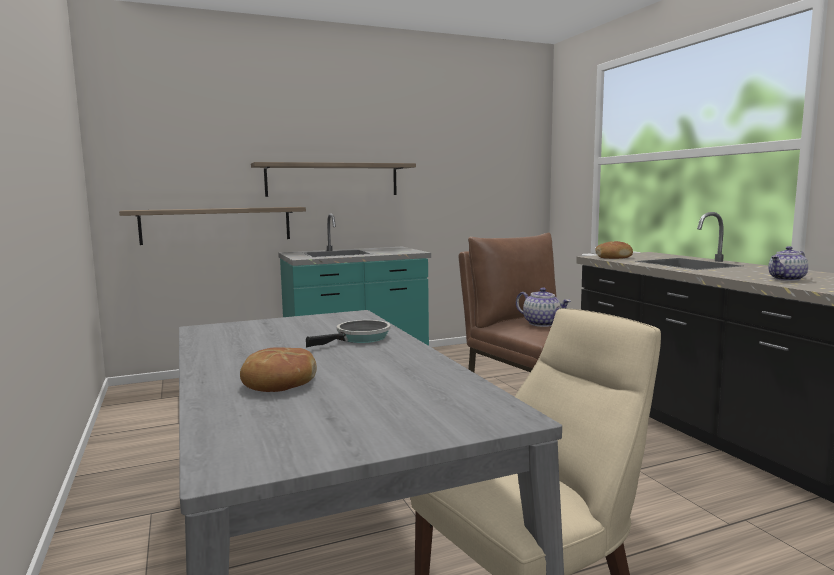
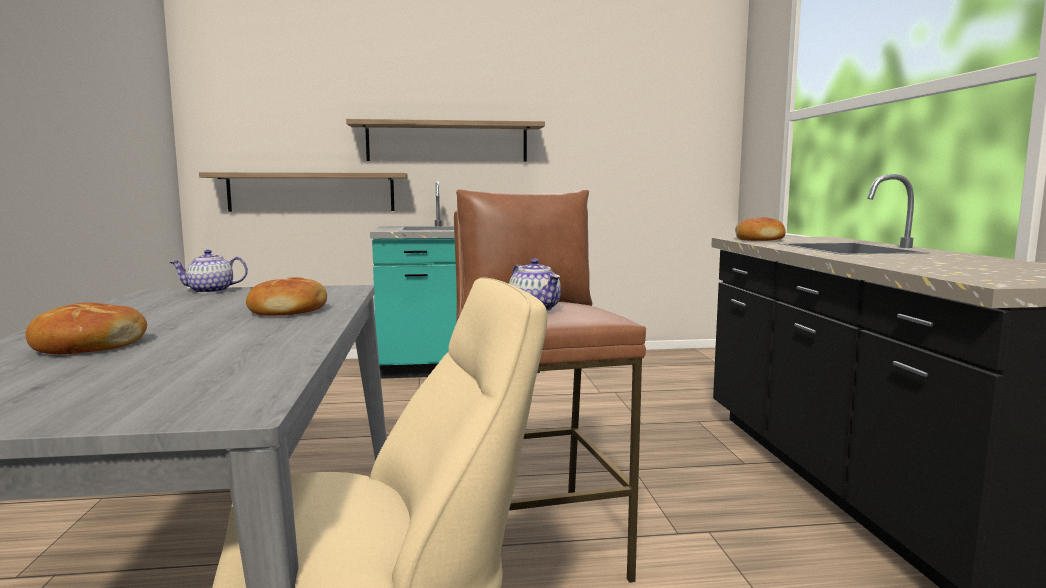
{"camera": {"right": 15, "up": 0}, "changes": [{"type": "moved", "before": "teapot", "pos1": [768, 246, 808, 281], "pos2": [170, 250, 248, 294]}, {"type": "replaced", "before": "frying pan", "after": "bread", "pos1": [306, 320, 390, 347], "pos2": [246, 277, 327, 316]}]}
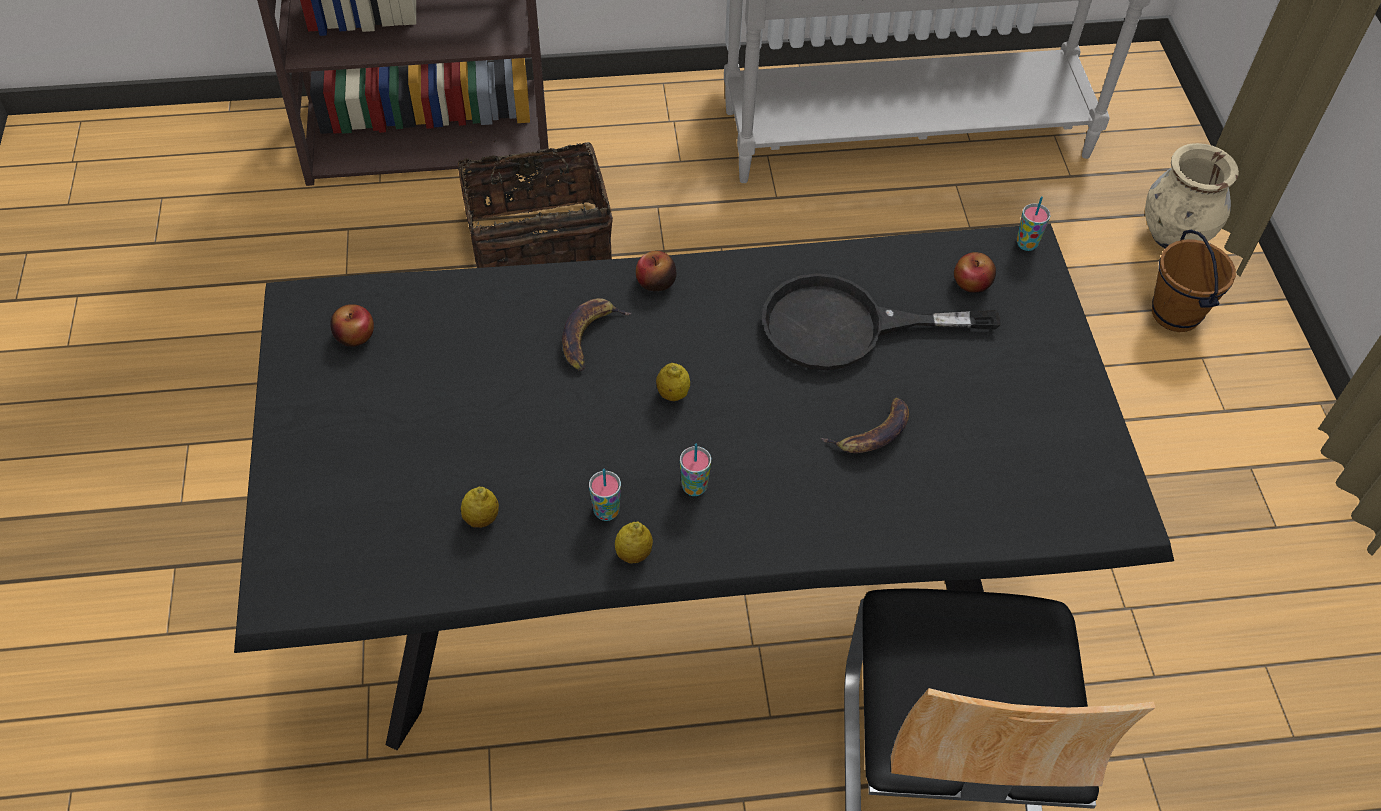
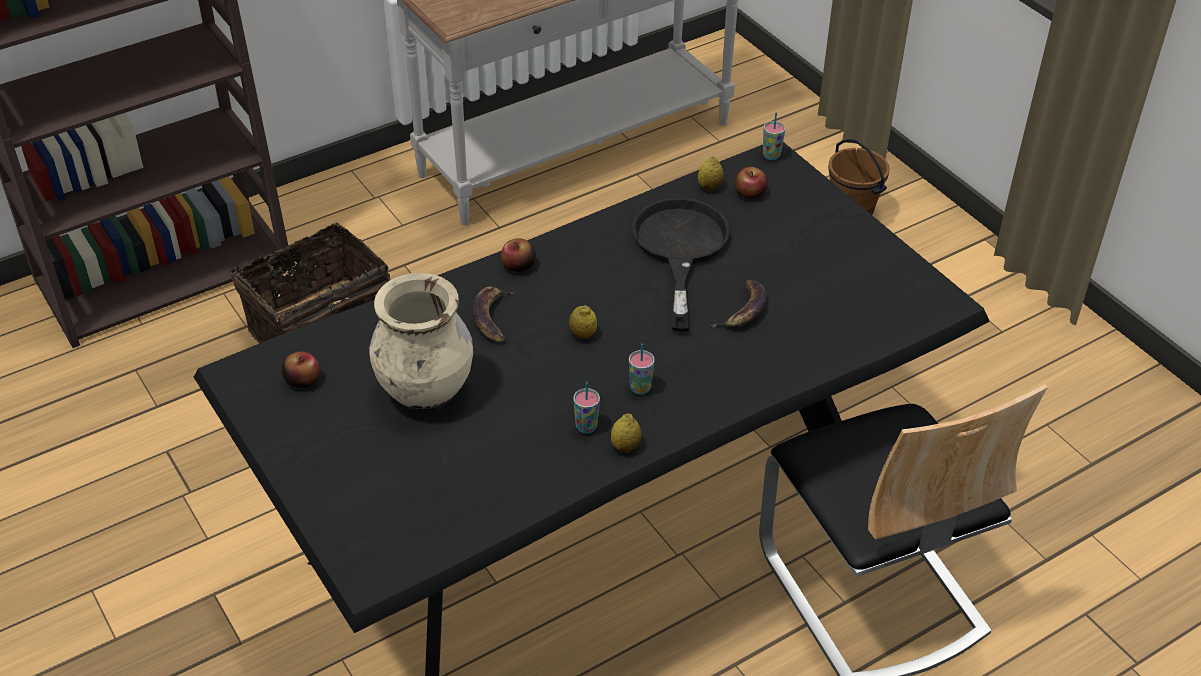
{"camera": {"right": -25, "up": -10}, "changes": [{"type": "moved", "before": "lemon", "pos1": [461, 487, 499, 528], "pos2": [698, 156, 724, 191]}, {"type": "moved", "before": "vase (beige)", "pos1": [1145, 143, 1239, 248], "pos2": [369, 273, 473, 411]}, {"type": "turned", "before": "frying pan (black)", "pos1": [762, 273, 1000, 370], "pos2": [632, 198, 730, 332], "turn": 120}]}
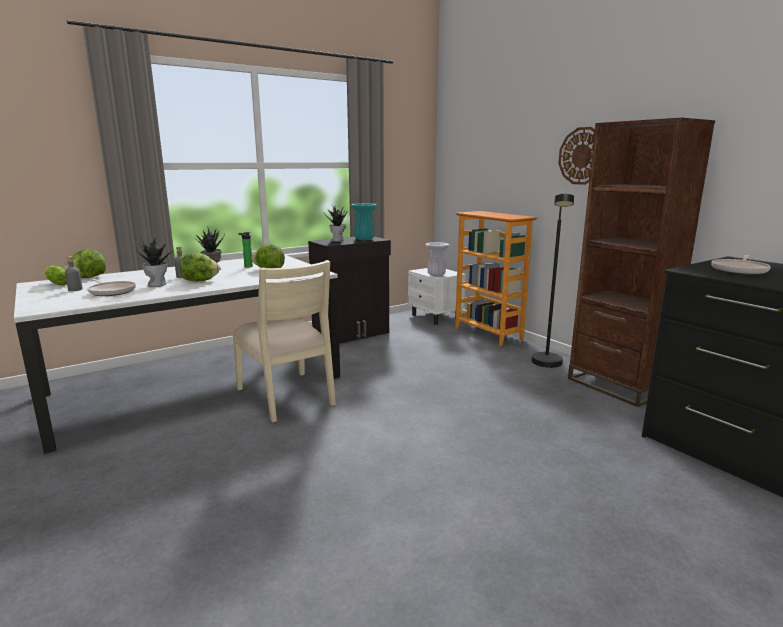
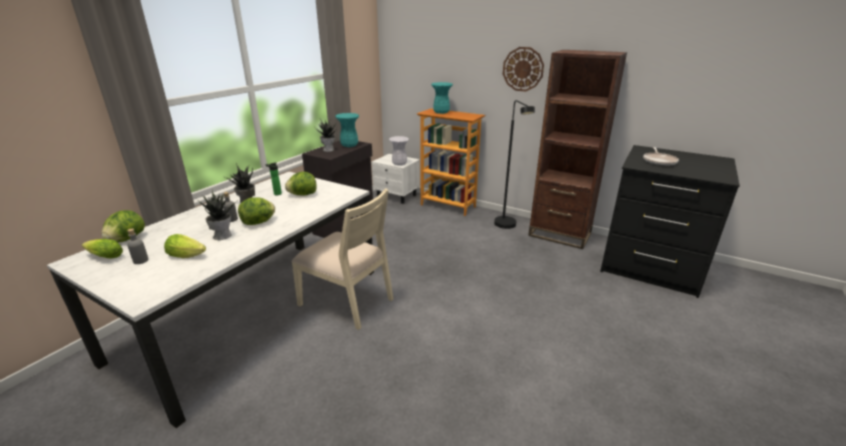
{"camera": {"right": -25, "up": 10}, "changes": [{"type": "added", "after": "vase (turquoise)", "pos2": [431, 82, 453, 114]}, {"type": "replaced", "before": "frying pan", "after": "lettuce", "pos1": [87, 279, 136, 296], "pos2": [164, 234, 206, 258]}]}
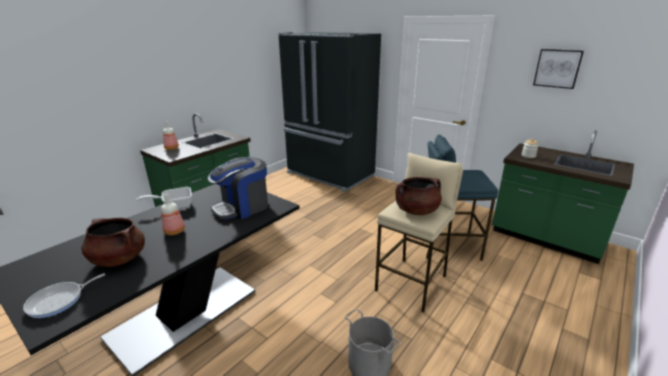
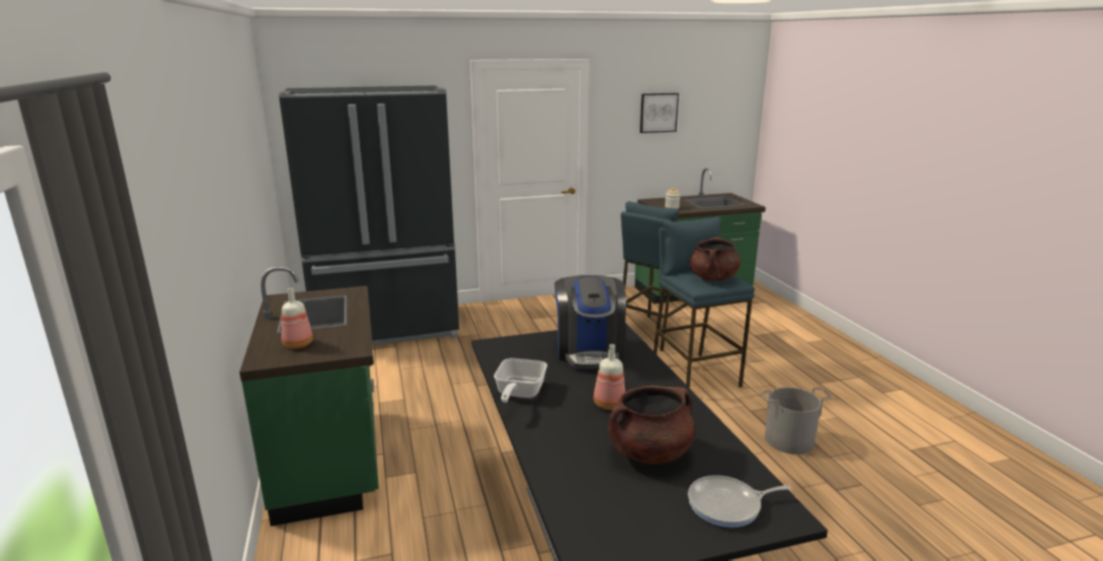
{"camera": {"right": -55, "up": -5}, "changes": [{"type": "recoloured", "before": "stool (beige)", "after": "stool (blue)", "pos1": [375, 153, 463, 313], "pos2": [654, 216, 755, 388]}, {"type": "turned", "before": "frying pan", "pos1": [23, 273, 105, 318], "pos2": [688, 475, 791, 527], "turn": 90}]}
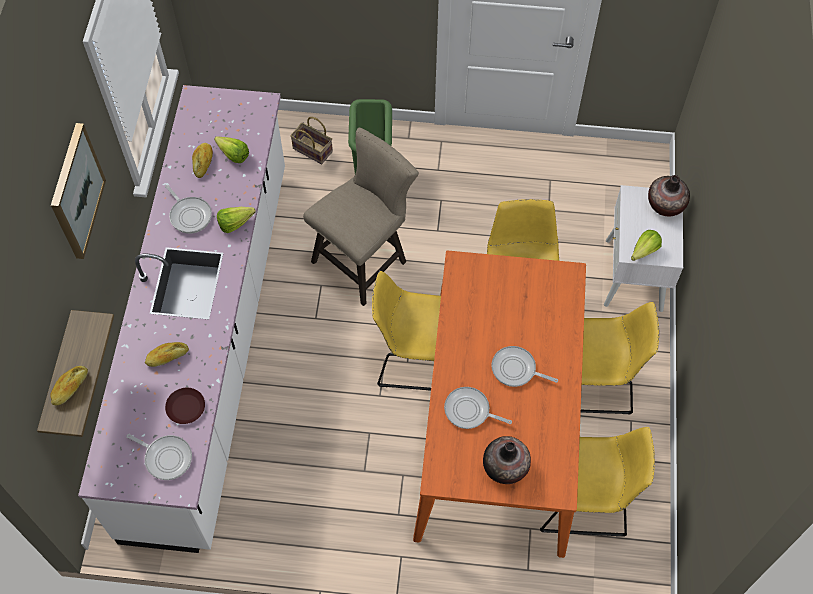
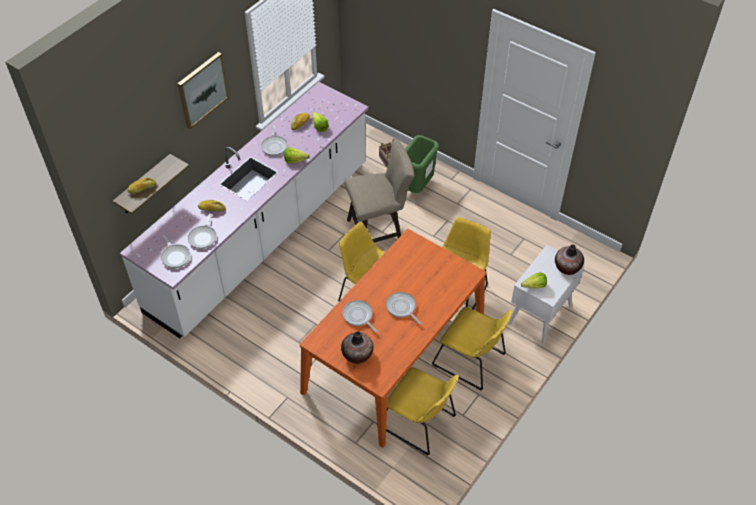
{"camera": {"right": 30, "up": -10}, "changes": [{"type": "replaced", "before": "plate (brown)", "after": "frying pan", "pos1": [165, 388, 205, 424], "pos2": [188, 214, 217, 249]}]}
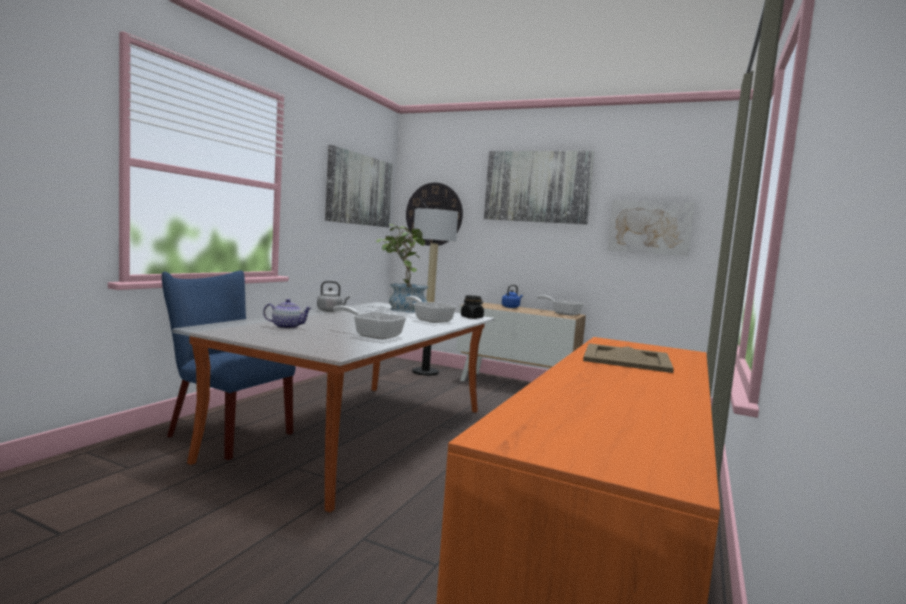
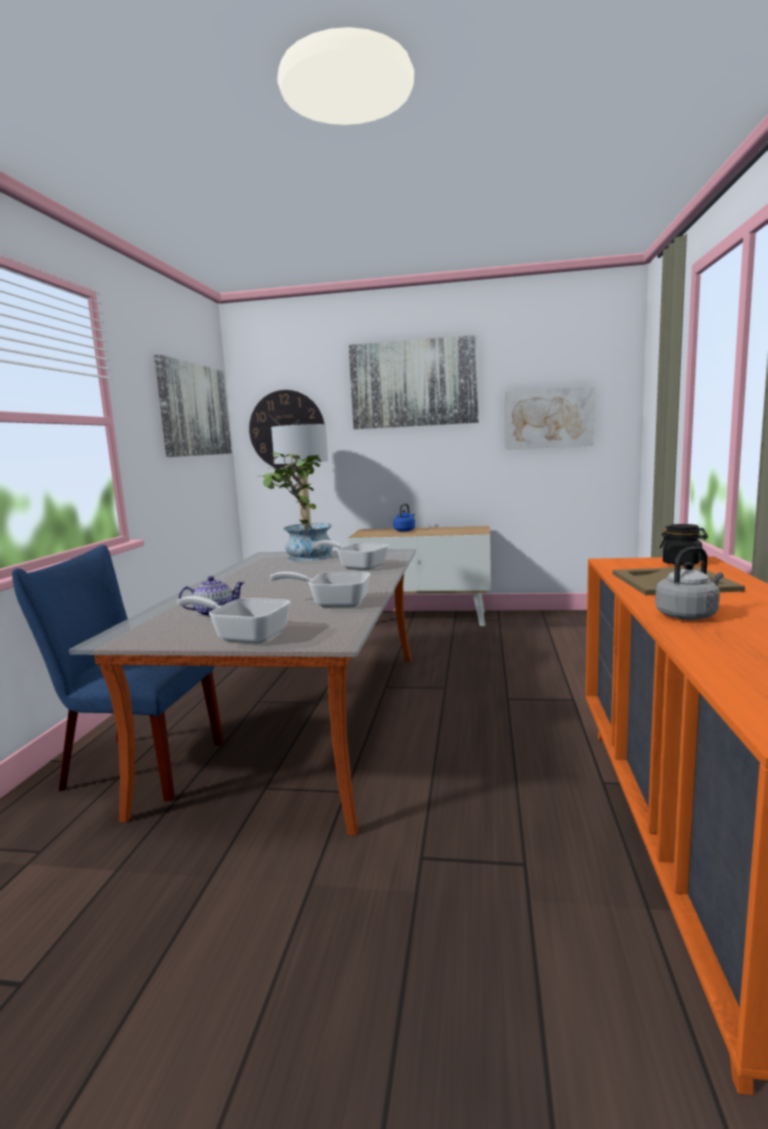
{"camera": {"right": -15, "up": 5}, "changes": [{"type": "moved", "before": "kettle (grey)", "pos1": [317, 281, 350, 312], "pos2": [655, 547, 723, 620]}, {"type": "moved", "before": "jar (black)", "pos1": [461, 295, 484, 319], "pos2": [660, 524, 708, 565]}, {"type": "moved", "before": "frying pan", "pos1": [537, 295, 584, 316], "pos2": [177, 596, 290, 644]}]}
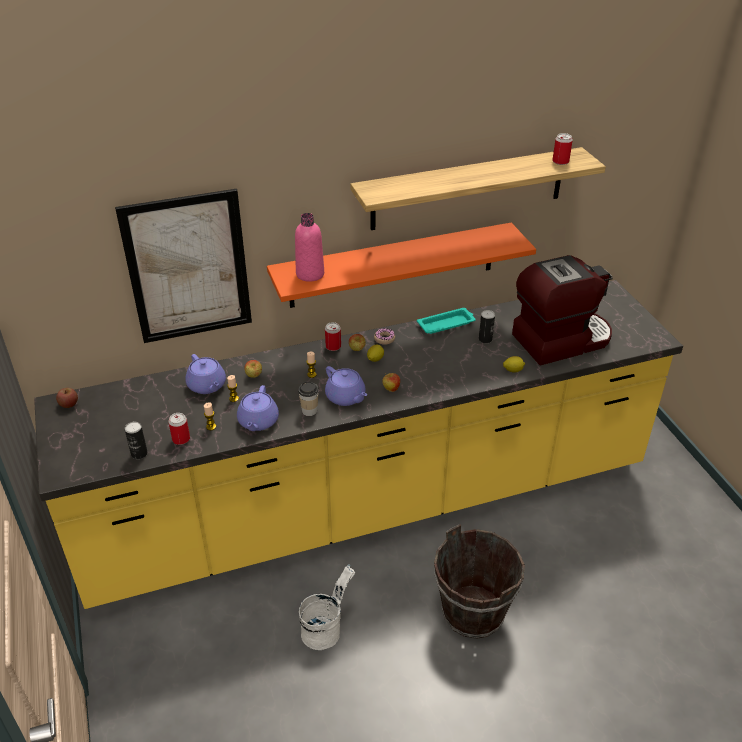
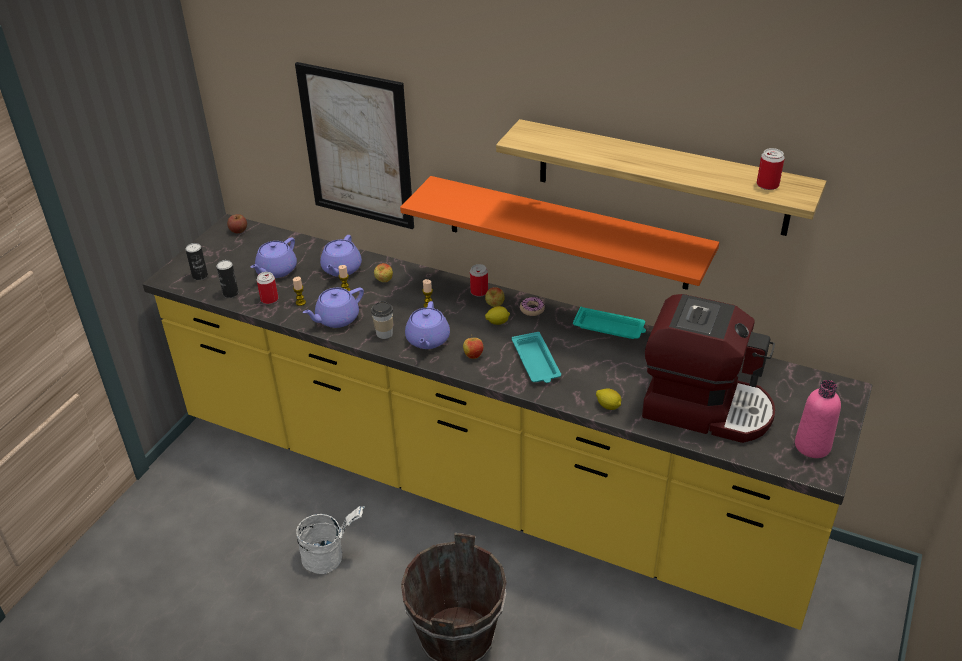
{"camera": {"right": 45, "up": 0}, "changes": [{"type": "added", "after": "teapot (purple)", "pos2": [251, 238, 297, 278]}, {"type": "added", "after": "tray (turquoise)", "pos2": [512, 332, 561, 383]}, {"type": "moved", "before": "bottle (pink)", "pos1": [295, 213, 324, 282], "pos2": [795, 380, 841, 458]}, {"type": "moved", "before": "can", "pos1": [479, 310, 495, 343], "pos2": [185, 243, 208, 280]}]}
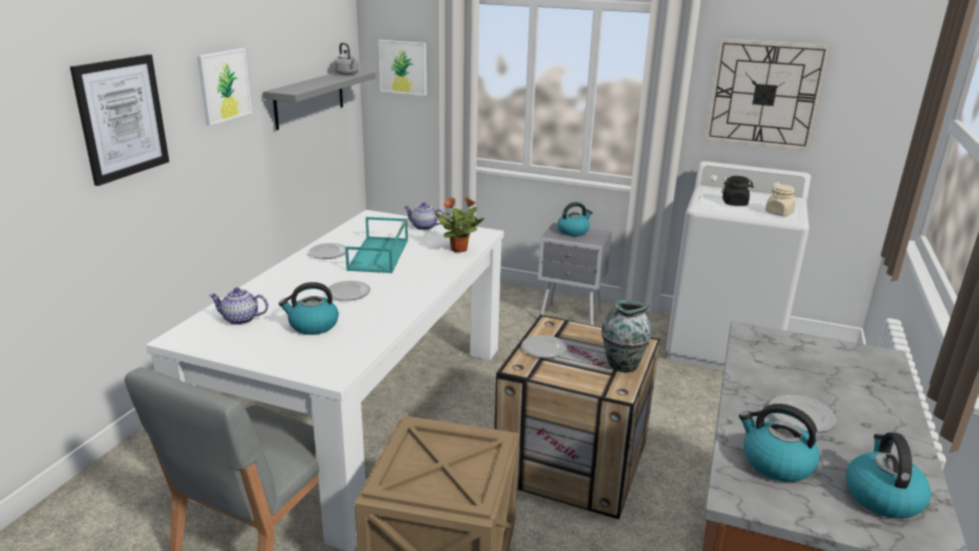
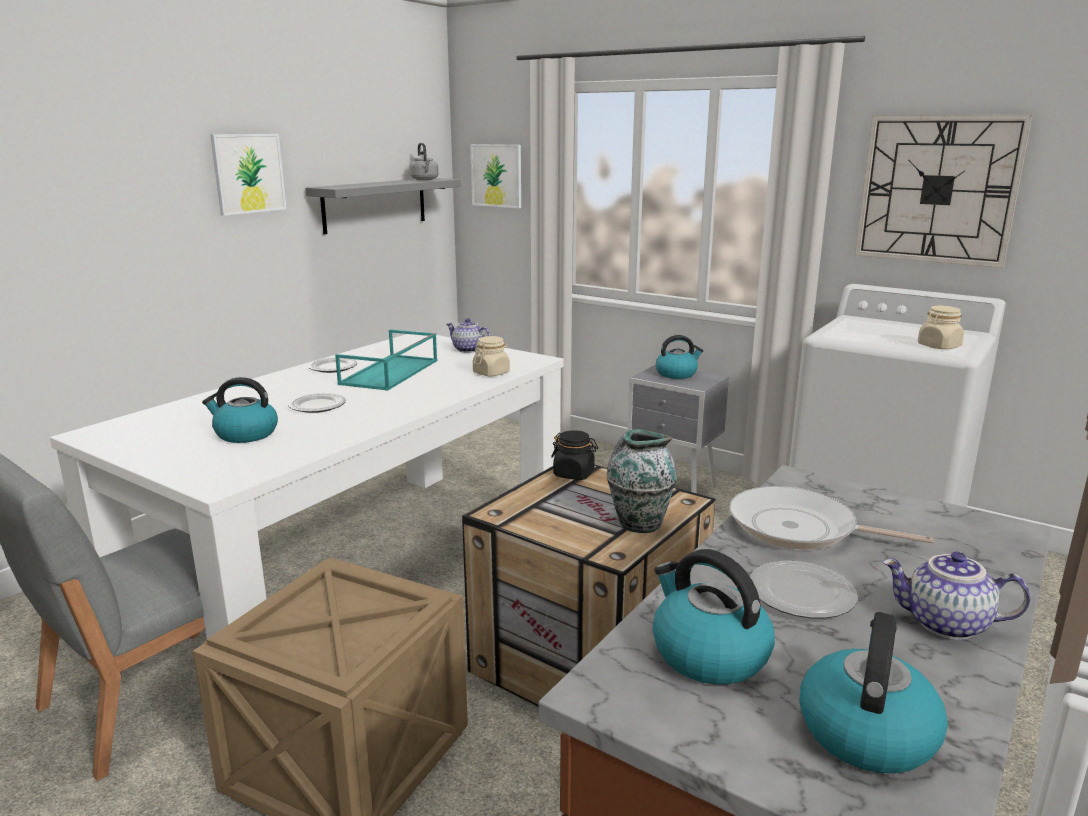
{"camera": {"right": 15, "up": -5}, "changes": [{"type": "removed", "before": "picture", "pos1": [70, 54, 169, 186]}, {"type": "removed", "before": "plate", "pos1": [522, 335, 567, 358]}, {"type": "added", "after": "frying pan", "pos2": [729, 486, 934, 550]}, {"type": "moved", "before": "teapot", "pos1": [209, 287, 268, 325], "pos2": [882, 552, 1030, 640]}, {"type": "moved", "before": "jar (black)", "pos1": [722, 176, 754, 206], "pos2": [551, 430, 598, 480]}, {"type": "replaced", "before": "potted plant", "after": "jar (beige)", "pos1": [434, 197, 485, 252], "pos2": [473, 336, 510, 376]}]}
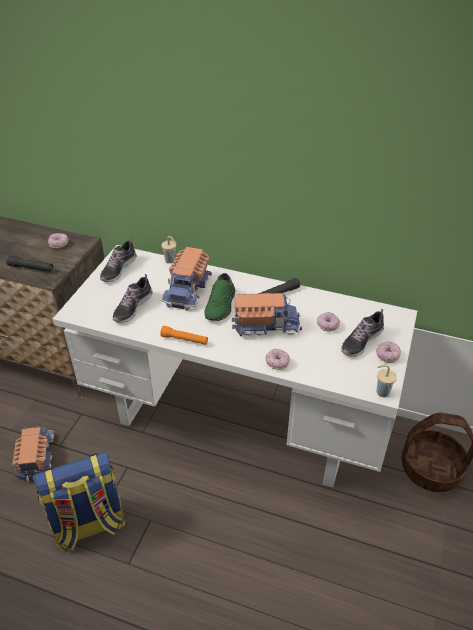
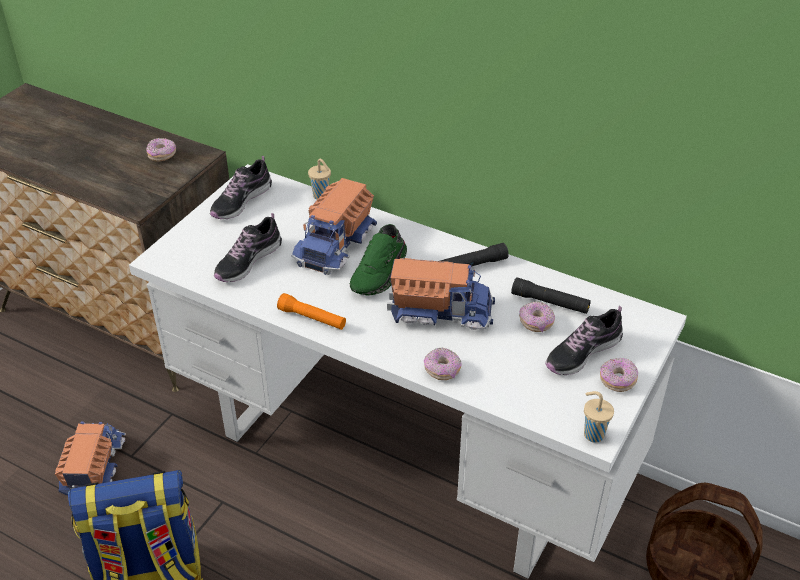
{"camera": {"right": 10, "up": 0}, "changes": [{"type": "moved", "before": "flashlight (black)", "pos1": [6, 256, 53, 272], "pos2": [511, 277, 591, 314]}]}
